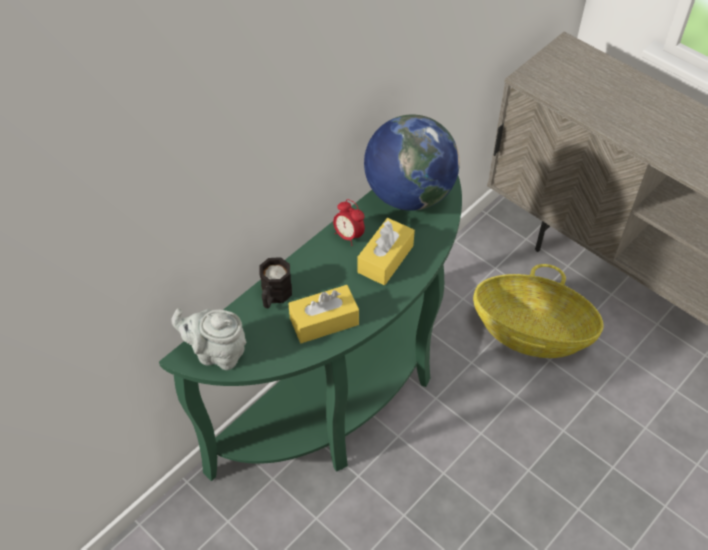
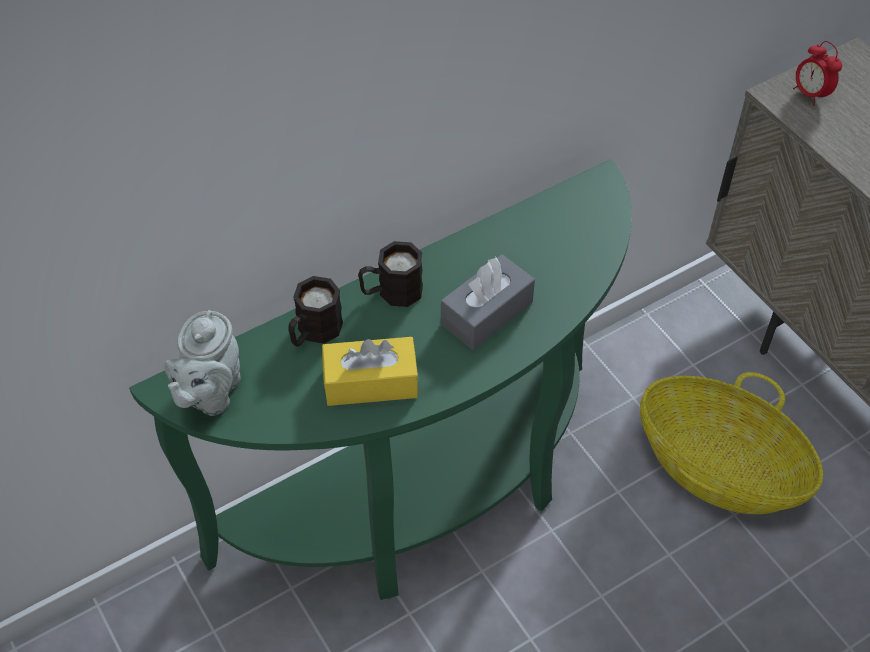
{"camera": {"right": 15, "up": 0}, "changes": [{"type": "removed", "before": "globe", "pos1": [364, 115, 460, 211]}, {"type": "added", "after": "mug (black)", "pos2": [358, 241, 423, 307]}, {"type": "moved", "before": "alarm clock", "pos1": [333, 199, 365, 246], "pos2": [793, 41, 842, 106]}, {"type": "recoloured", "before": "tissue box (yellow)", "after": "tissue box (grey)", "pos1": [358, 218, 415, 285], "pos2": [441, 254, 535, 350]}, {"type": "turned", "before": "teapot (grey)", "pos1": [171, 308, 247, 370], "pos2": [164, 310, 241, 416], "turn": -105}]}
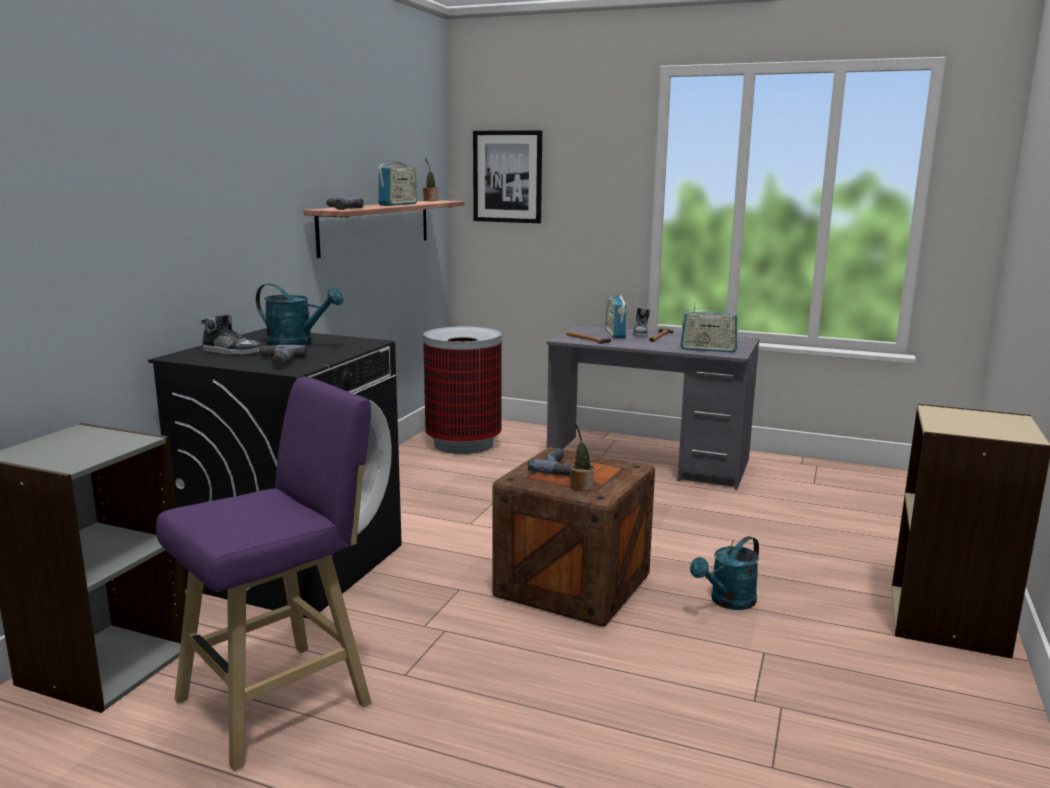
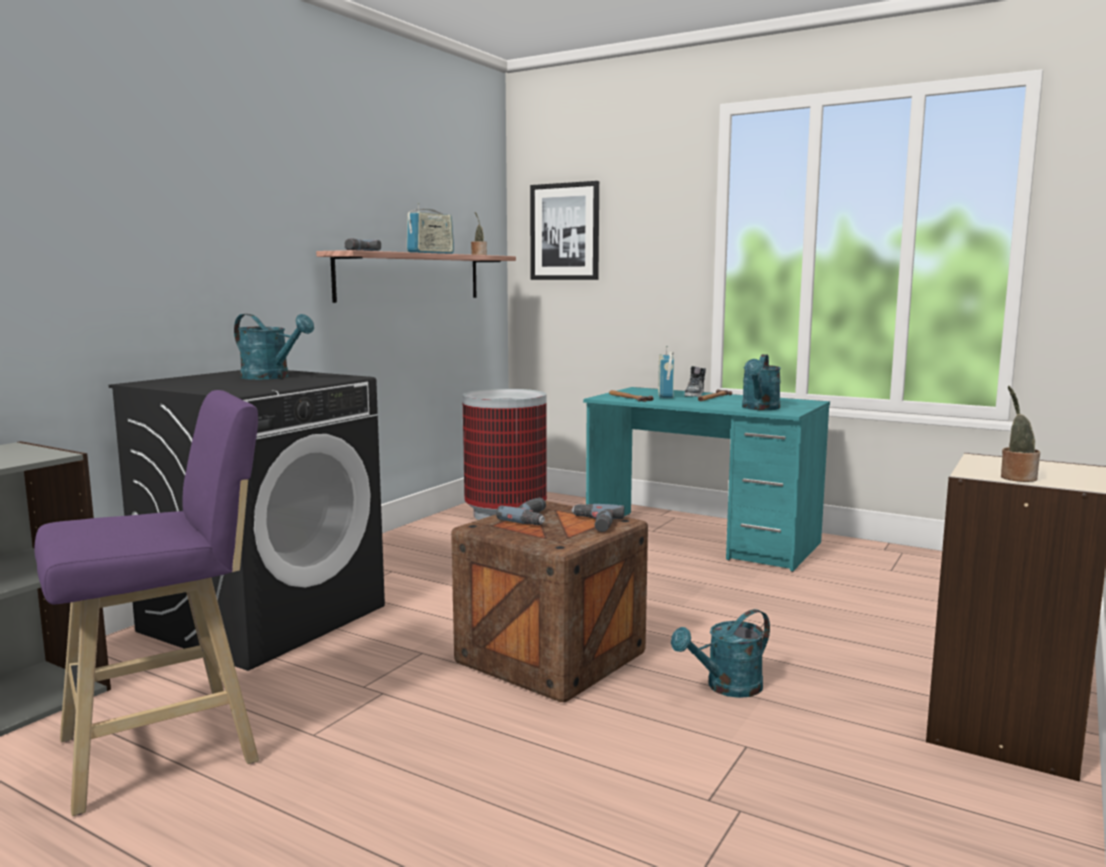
{"camera": {"right": 10, "up": -5}, "changes": [{"type": "removed", "before": "shoe", "pos1": [201, 315, 261, 355]}, {"type": "moved", "before": "power drill", "pos1": [257, 345, 307, 368], "pos2": [571, 504, 624, 532]}, {"type": "moved", "before": "potted plant", "pos1": [570, 421, 594, 491], "pos2": [1001, 386, 1040, 482]}, {"type": "replaced", "before": "radio", "after": "watering can (turquoise)", "pos1": [680, 303, 739, 352], "pos2": [742, 354, 781, 410]}, {"type": "recoloured", "before": "desk (grey)", "after": "desk (turquoise)", "pos1": [546, 324, 759, 489], "pos2": [583, 387, 830, 572]}]}
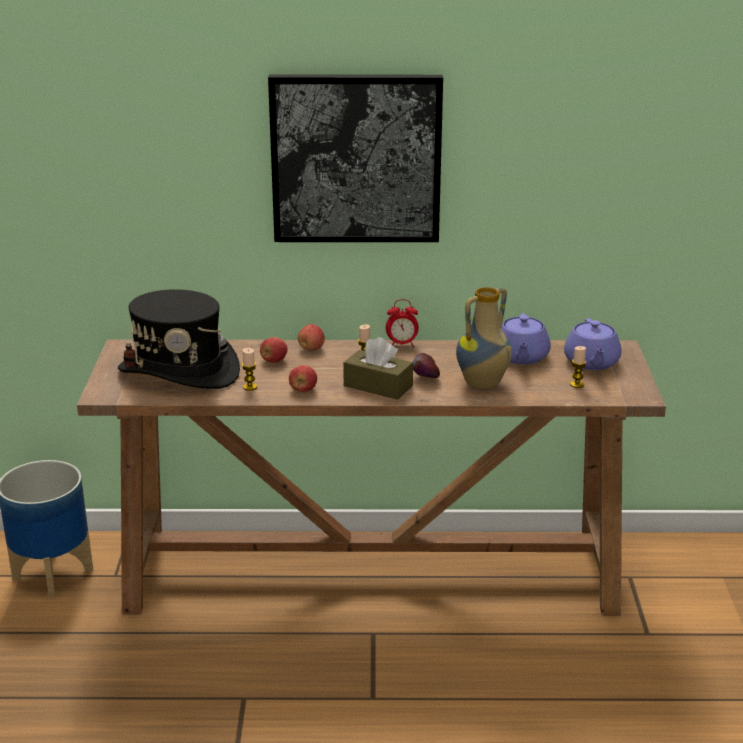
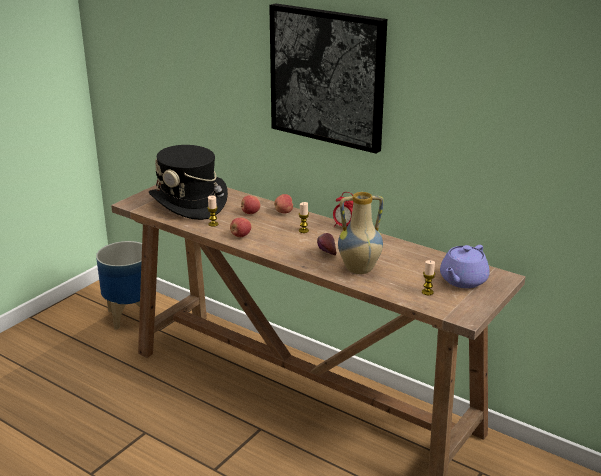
{"camera": {"right": 35, "up": 0}, "changes": [{"type": "removed", "before": "tissue box (brown)", "pos1": [343, 337, 413, 400]}, {"type": "removed", "before": "teapot (purple)", "pos1": [501, 313, 551, 365]}]}
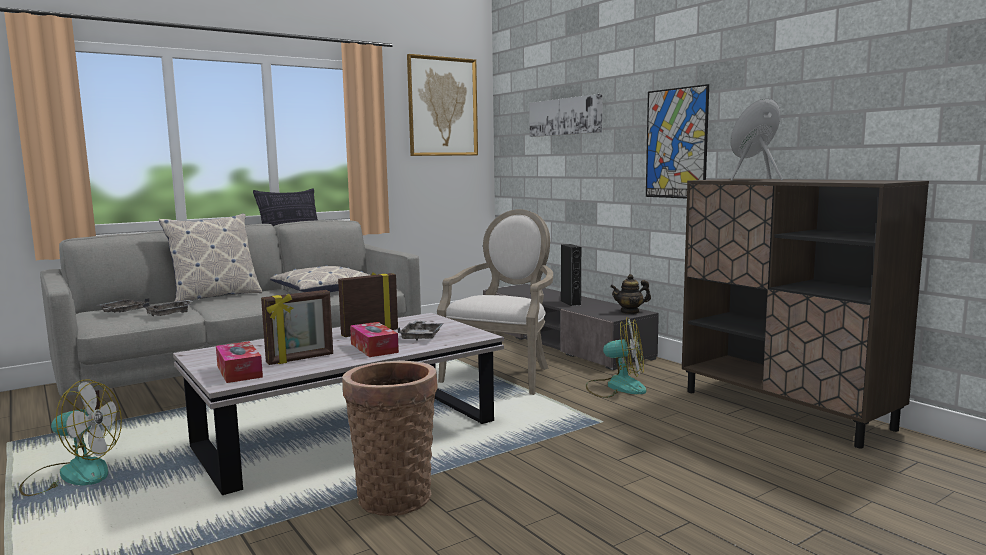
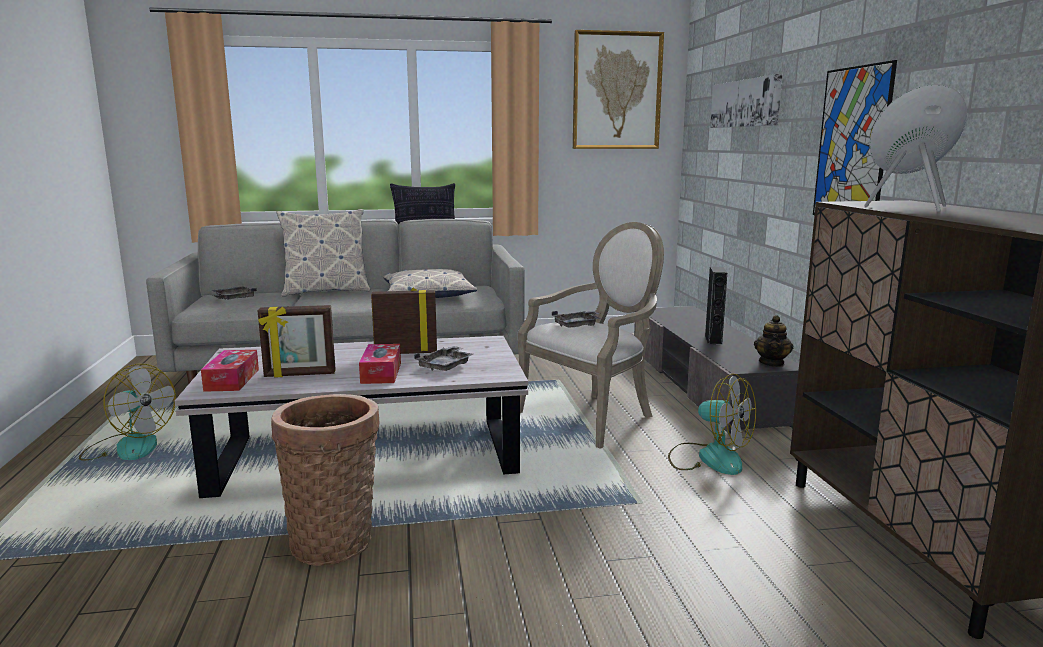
{"camera": {"right": 25, "up": 5}, "changes": [{"type": "moved", "before": "tray (grey)", "pos1": [143, 300, 193, 316], "pos2": [552, 311, 601, 328]}, {"type": "turned", "before": "teapot", "pos1": [610, 274, 651, 314], "pos2": [754, 315, 794, 367], "turn": -90}]}
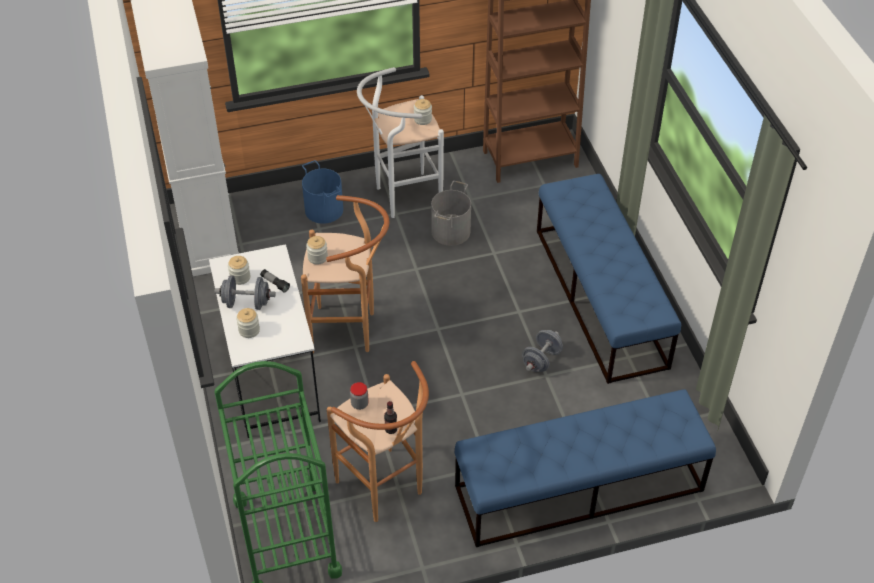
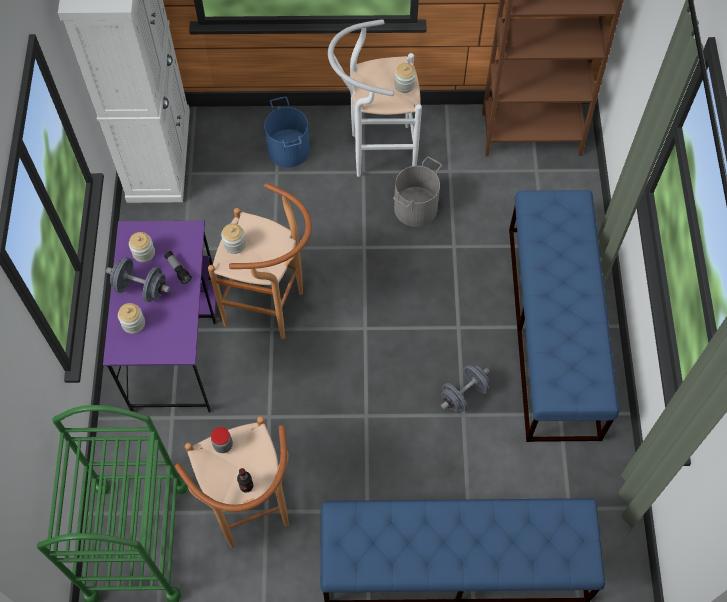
{"camera": {"right": 15, "up": 15}, "changes": [{"type": "recoloured", "before": "desk (white)", "after": "desk (purple)", "pos1": [209, 244, 321, 438], "pos2": [103, 221, 216, 413]}]}
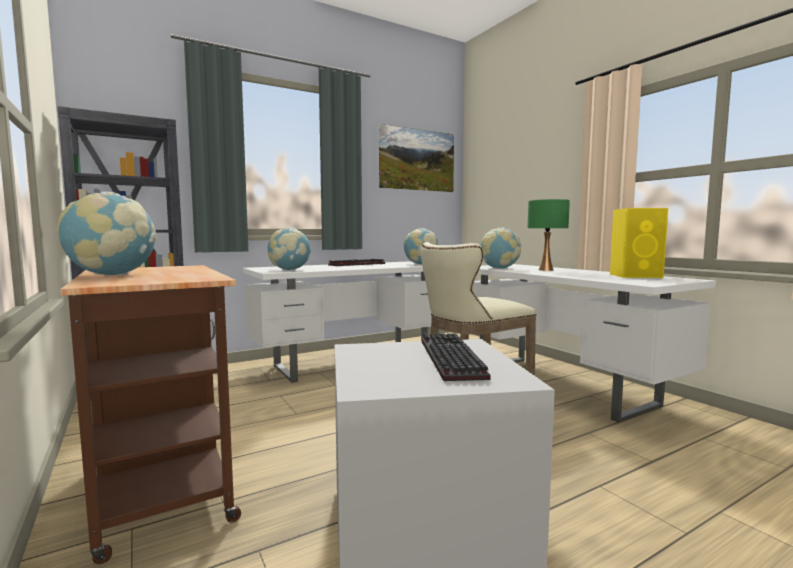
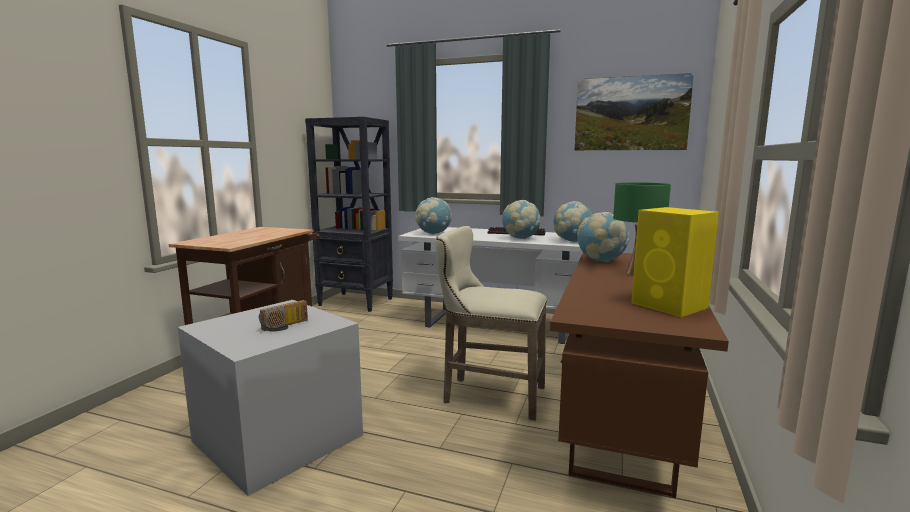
{"camera": {"right": 50, "up": 5}, "changes": [{"type": "moved", "before": "globe", "pos1": [57, 191, 156, 276], "pos2": [502, 200, 541, 239]}, {"type": "replaced", "before": "keyboard", "after": "radio", "pos1": [422, 333, 491, 381], "pos2": [259, 300, 308, 332]}, {"type": "recoloured", "before": "desk (white)", "after": "desk (brown)", "pos1": [473, 264, 716, 422], "pos2": [550, 253, 729, 498]}]}
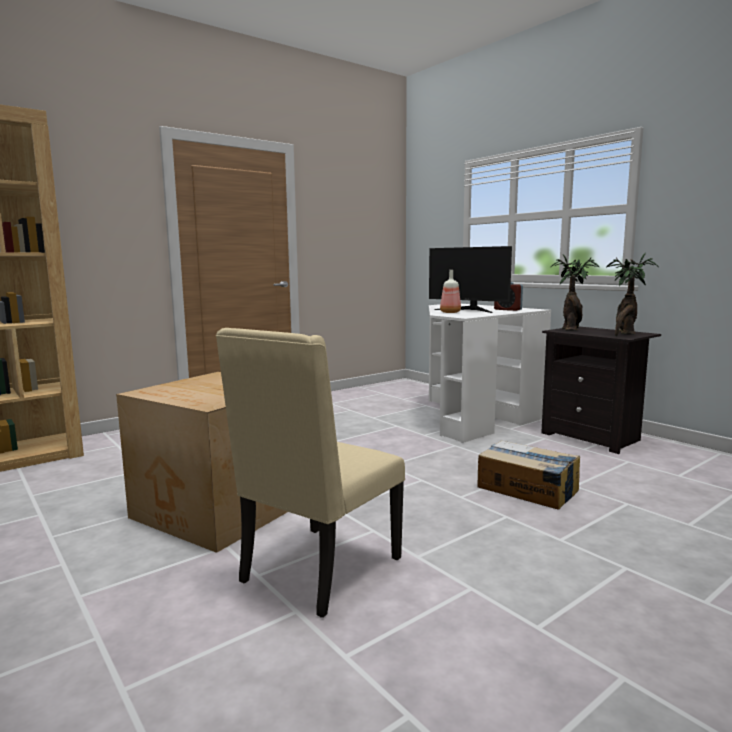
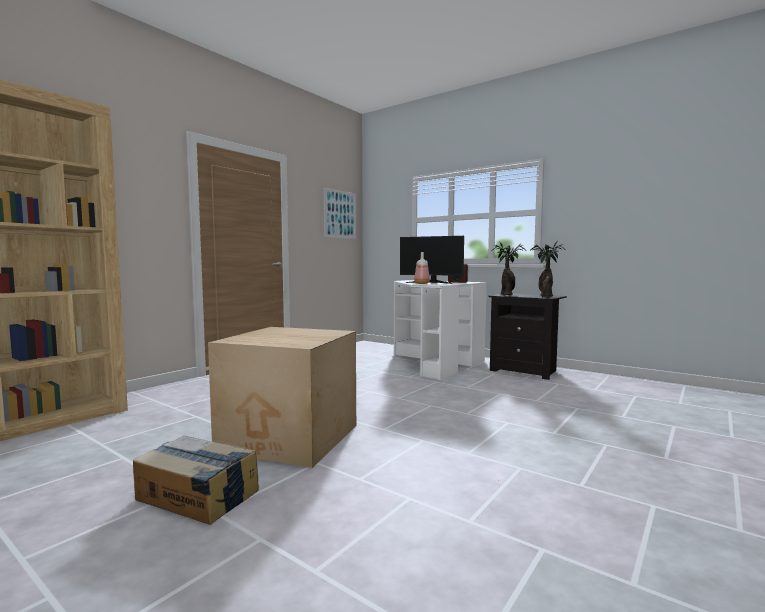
{"camera": {"right": -15, "up": -5}, "changes": [{"type": "removed", "before": "chair (beige)", "pos1": [216, 328, 405, 618]}, {"type": "added", "after": "picture", "pos2": [324, 188, 356, 239]}, {"type": "moved", "before": "cardboard box", "pos1": [478, 440, 580, 510], "pos2": [133, 436, 259, 525]}]}
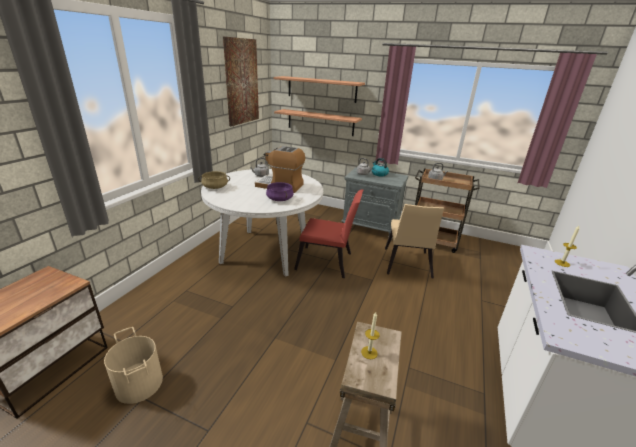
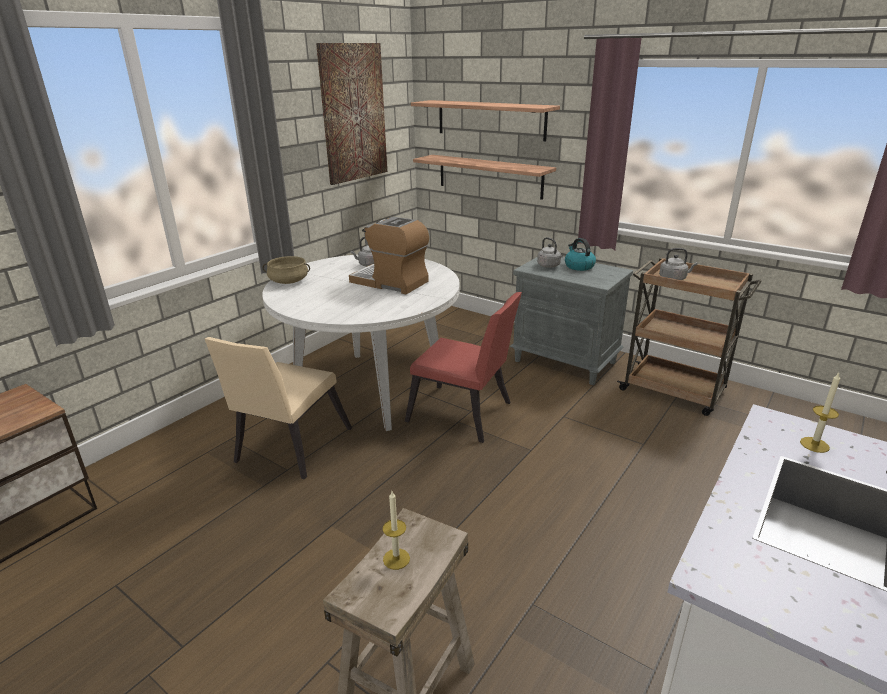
{"camera": {"right": 15, "up": 0}, "changes": [{"type": "removed", "before": "bucket (beige)", "pos1": [104, 327, 163, 404]}, {"type": "removed", "before": "cooking pot (purple)", "pos1": [266, 182, 294, 201]}, {"type": "moved", "before": "chair (beige)", "pos1": [385, 204, 444, 279], "pos2": [205, 337, 352, 479]}]}
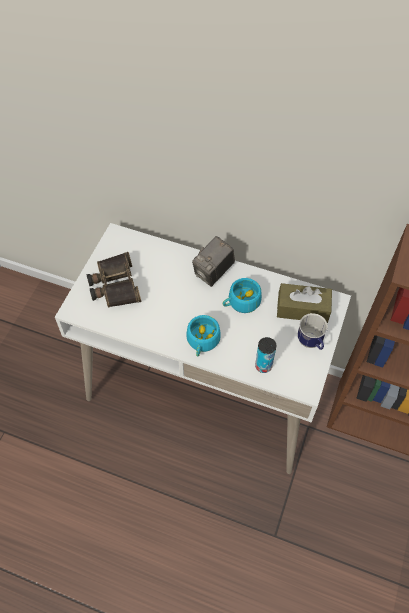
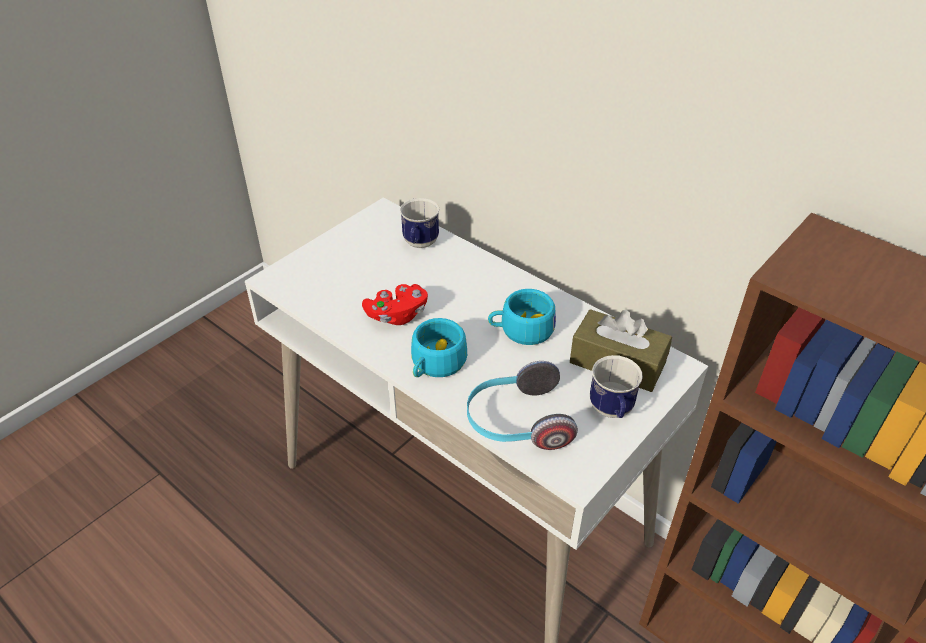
{"camera": {"right": 20, "up": -15}, "changes": [{"type": "removed", "before": "binoculars", "pos1": [87, 252, 141, 308]}, {"type": "removed", "before": "photo camera", "pos1": [192, 236, 235, 287]}, {"type": "added", "after": "game controller (red)", "pos2": [362, 284, 428, 325]}, {"type": "added", "after": "mug", "pos2": [400, 198, 440, 248]}, {"type": "replaced", "before": "can", "after": "headphones", "pos1": [255, 337, 276, 373], "pos2": [467, 361, 578, 450]}]}
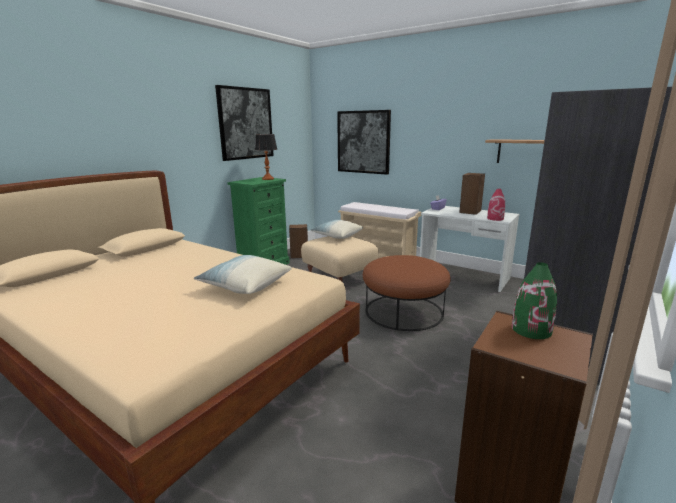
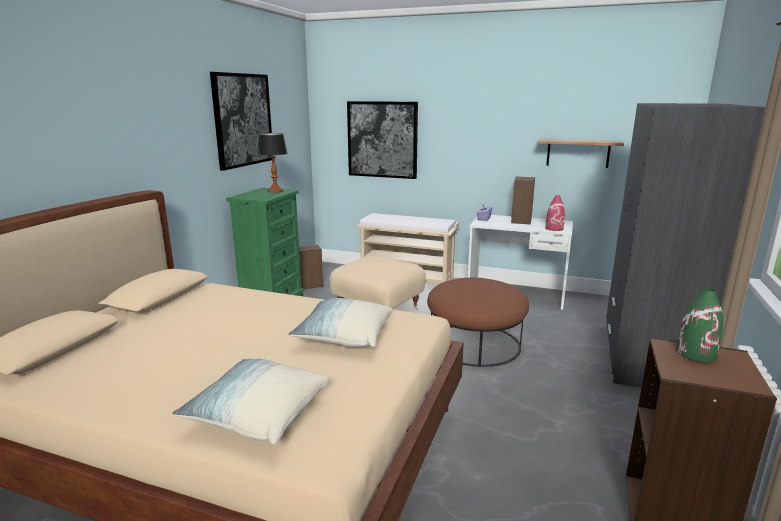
{"camera": {"right": -15, "up": 0}, "changes": [{"type": "moved", "before": "pillow", "pos1": [311, 220, 363, 239], "pos2": [172, 359, 331, 445]}]}
